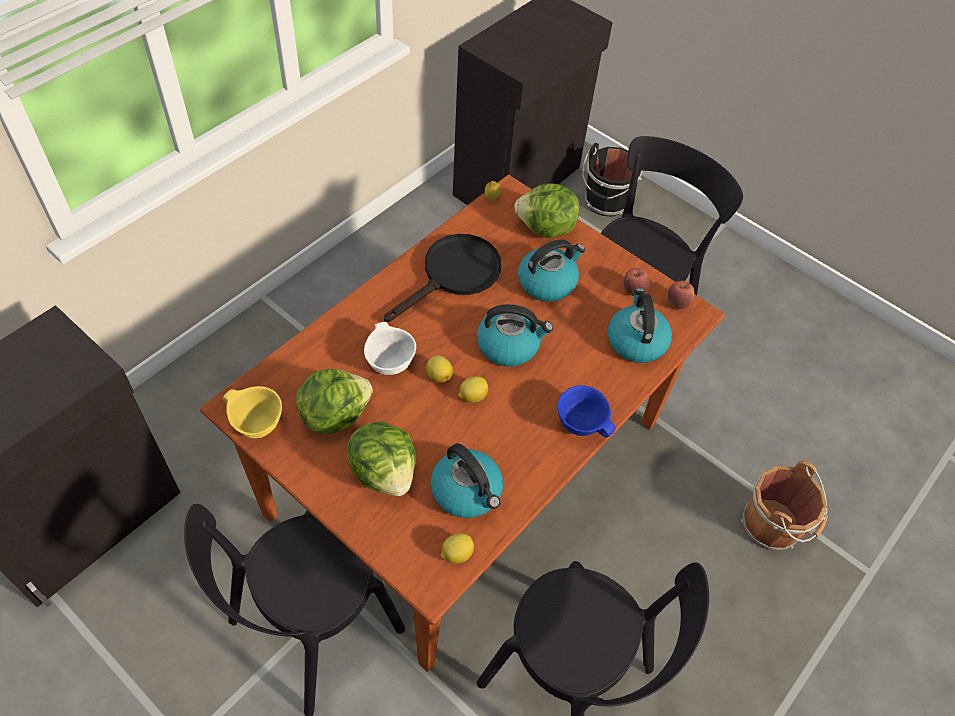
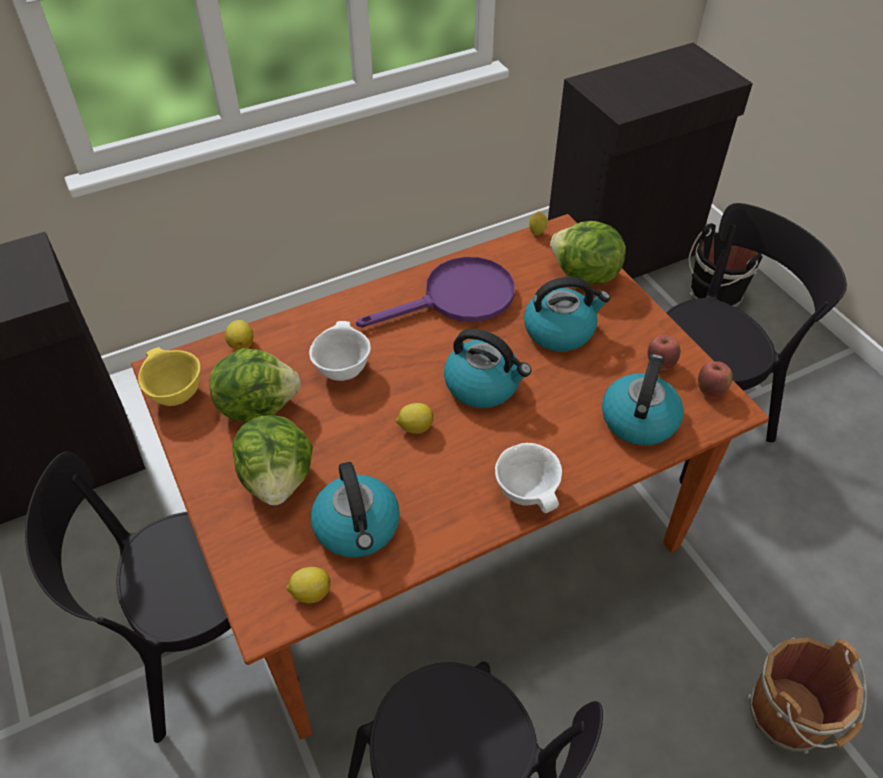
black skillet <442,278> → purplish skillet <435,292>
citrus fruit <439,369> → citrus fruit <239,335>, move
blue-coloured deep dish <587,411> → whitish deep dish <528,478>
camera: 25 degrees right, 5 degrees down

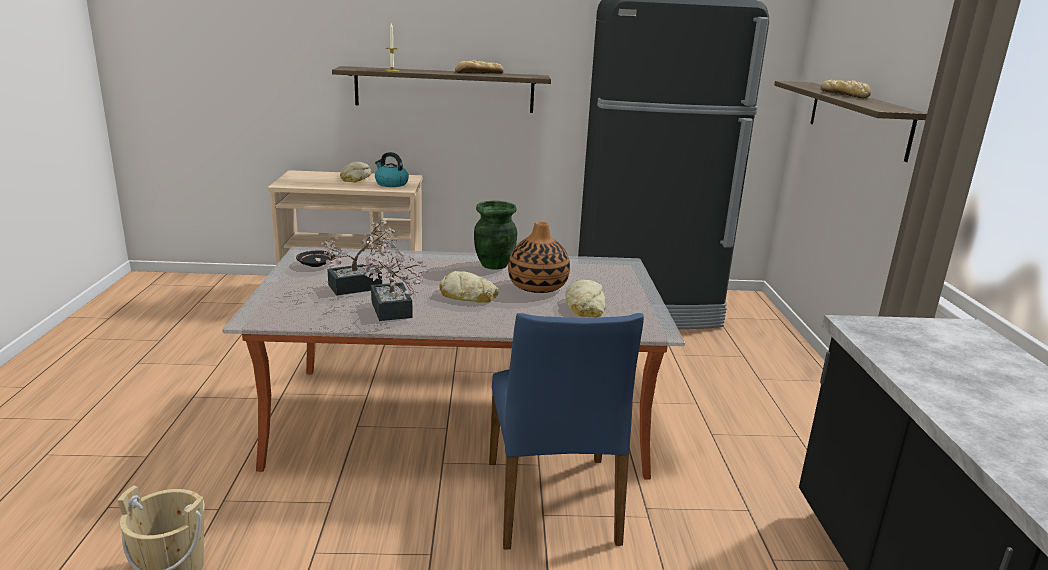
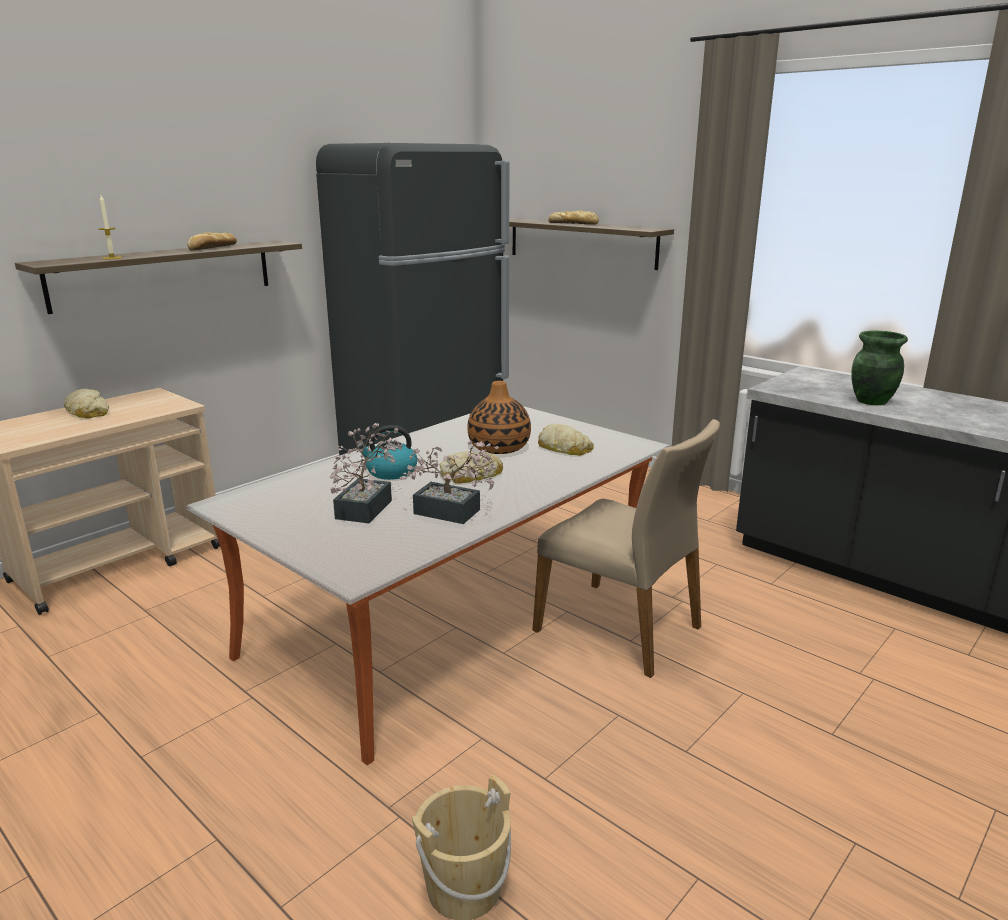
black flat dish <316,258> → -
tea kettle <392,169> → tea kettle <386,452>, move
greenish decorative vase <495,235> → greenish decorative vase <879,368>, move
blue-coloured upright chair <566,431> → beige-coloured upright chair <626,548>
camera: 45 degrees left, 0 degrees up

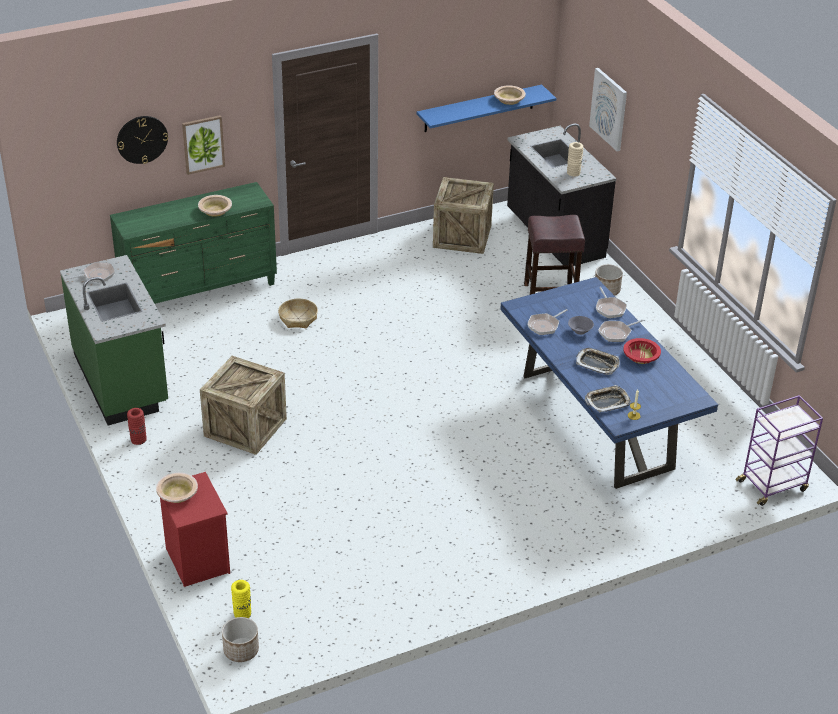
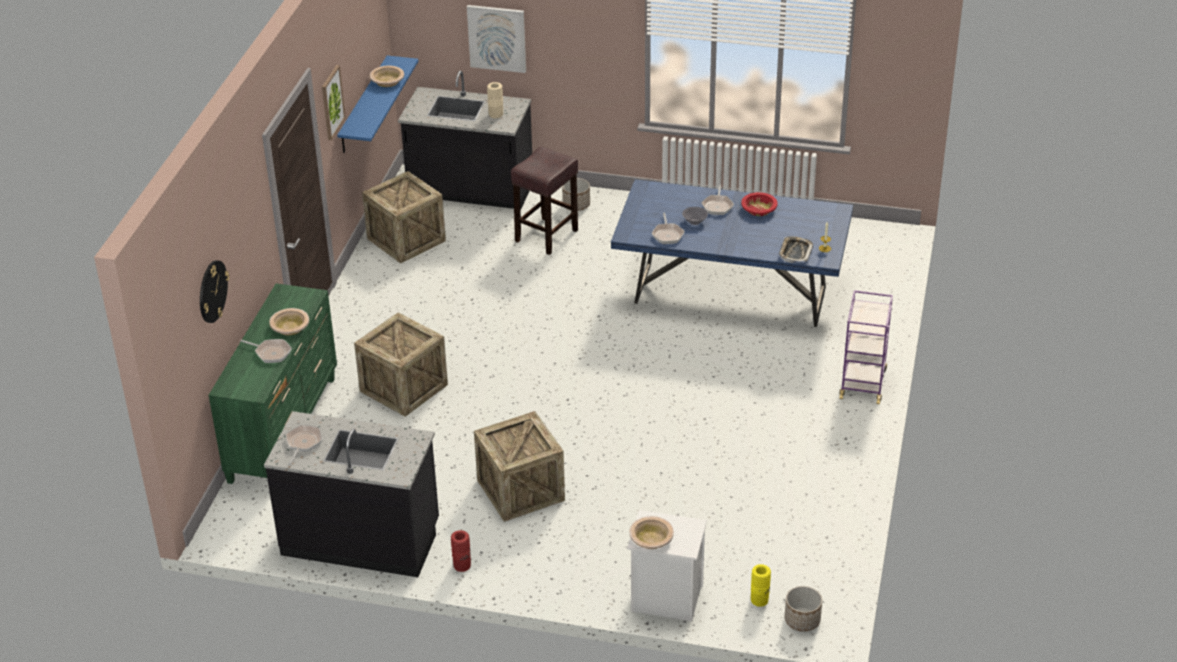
greenish kitchen counter <114,340> → black kitchen counter <351,494>
red night table <195,529> → whitish night table <667,565>
wall art <203,145> → wall art <334,102>, move
storage basket <298,313> → shipping crate <401,364>
serving tray <598,361> → -
skillet <611,302> → skillet <266,351>, move
purplish cart <779,450> → purplish cart <866,347>, move
camera: 50 degrees left, 0 degrees up

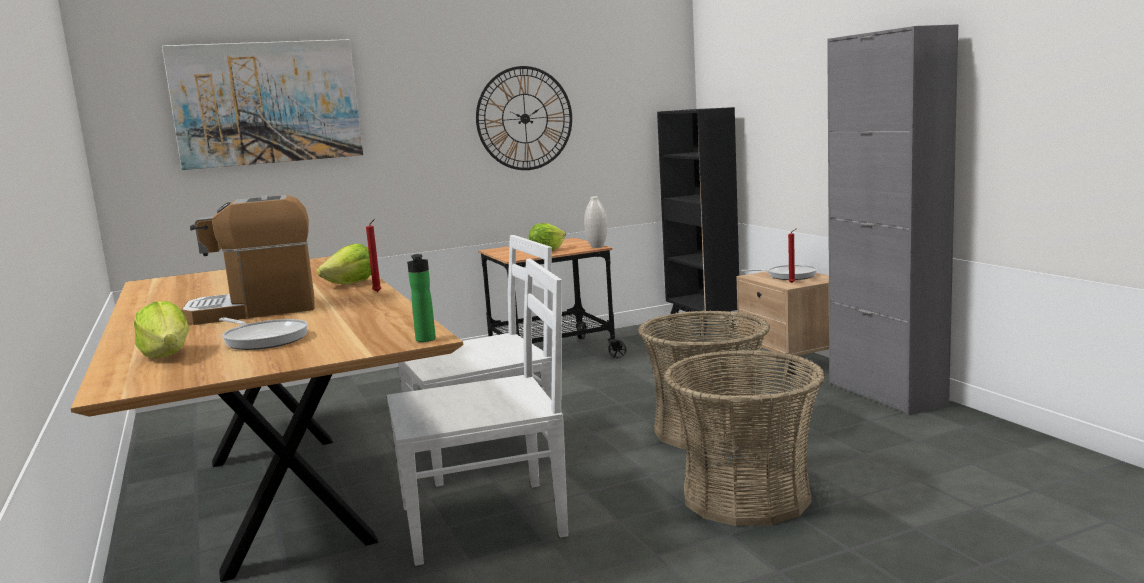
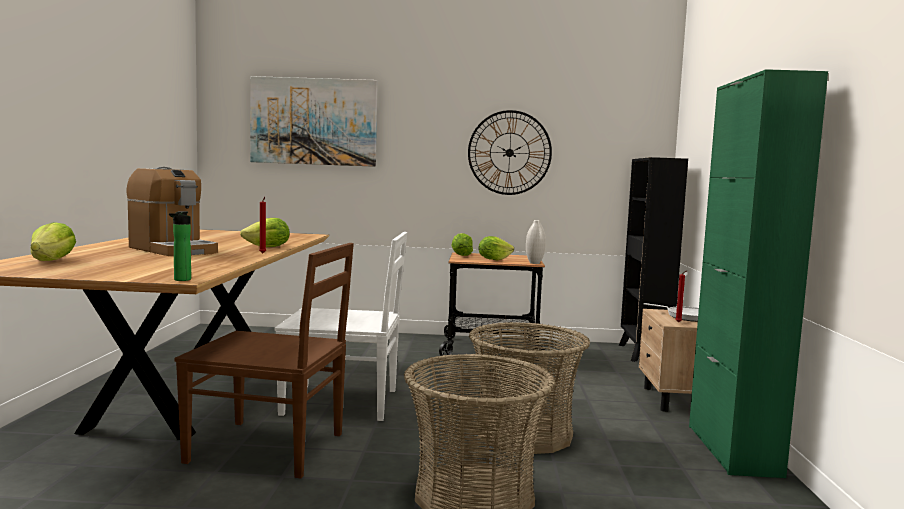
coffee brewer <248,260> → coffee brewer <172,211>, 150 degrees counterclockwise
skillet <263,333> → -
whitish upright chair <477,412> → brownish upright chair <264,360>
grey cupboard <892,219> → greenish cupboard <758,273>
- → head of lettuce <462,244>
camera: 25 degrees right, 5 degrees down

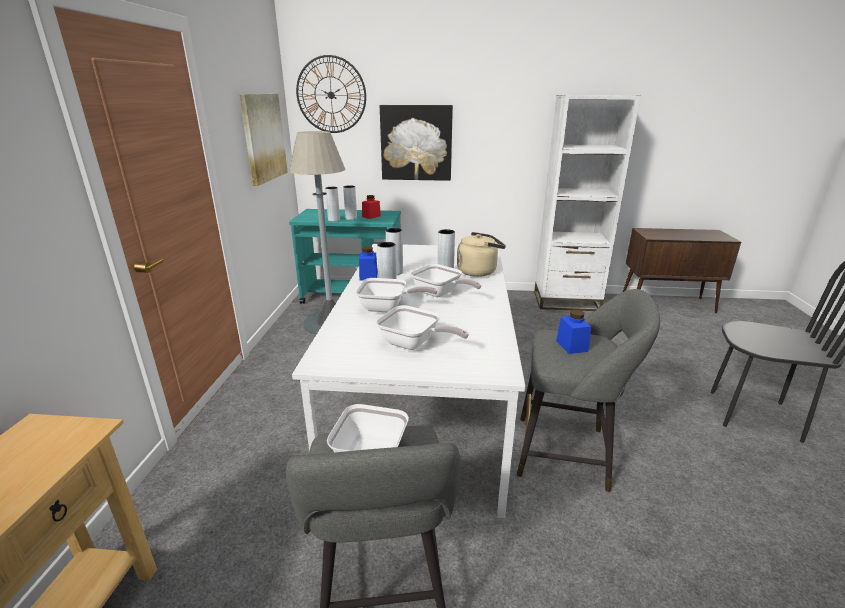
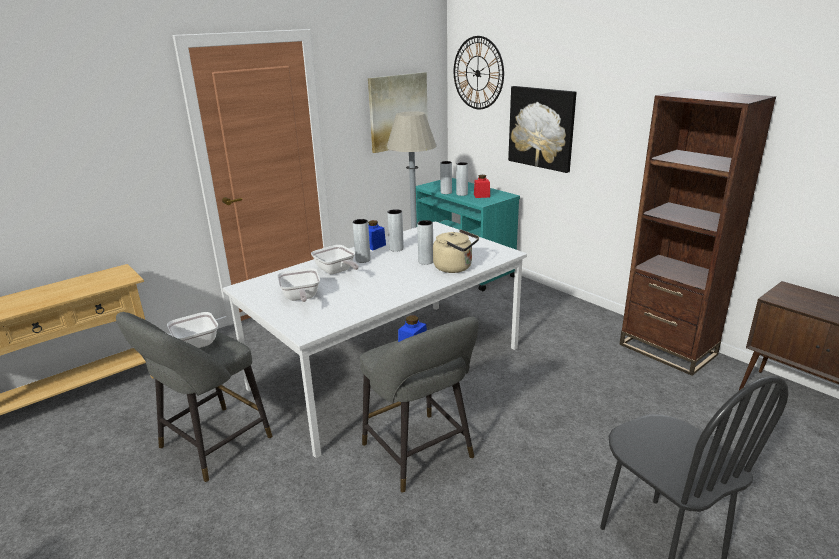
skillet <446,280> → -
whitish shelving unit <587,203> → brownish shelving unit <697,232>
camera: 45 degrees right, 0 degrees up

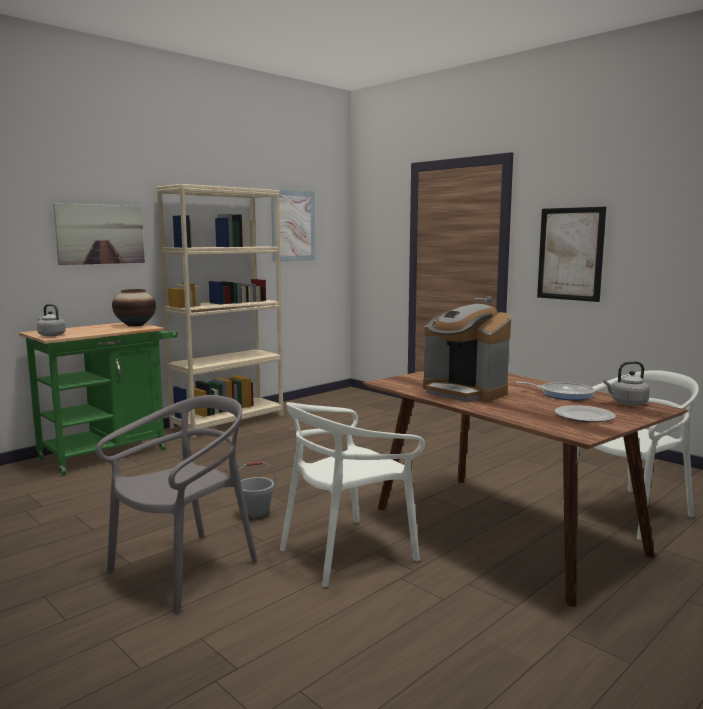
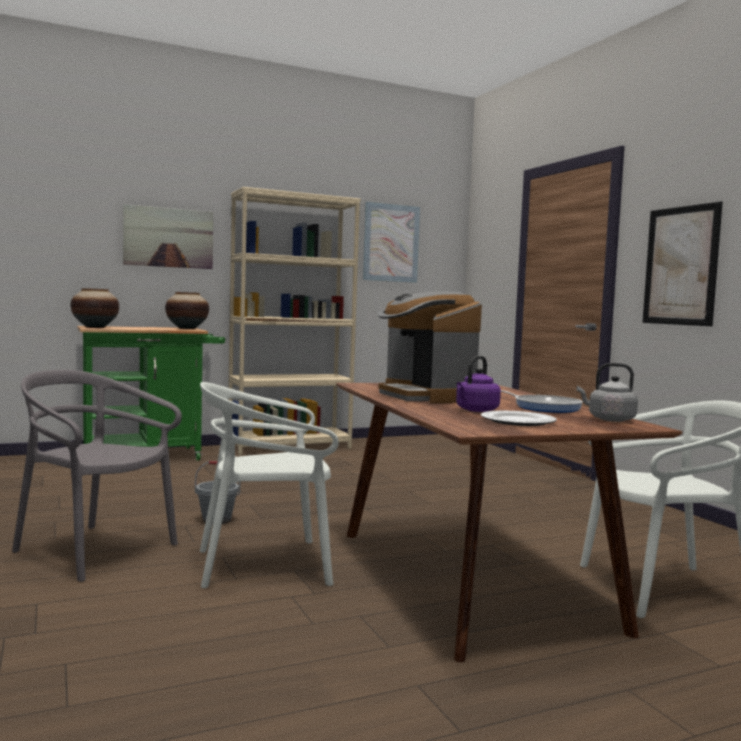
grey tea kettle <51,320> → decorative vase <95,308>
grey upright chair <177,504> → grey upright chair <97,476>, 120 degrees counterclockwise
- → purplish tea kettle <478,384>
camera: 20 degrees right, 5 degrees down

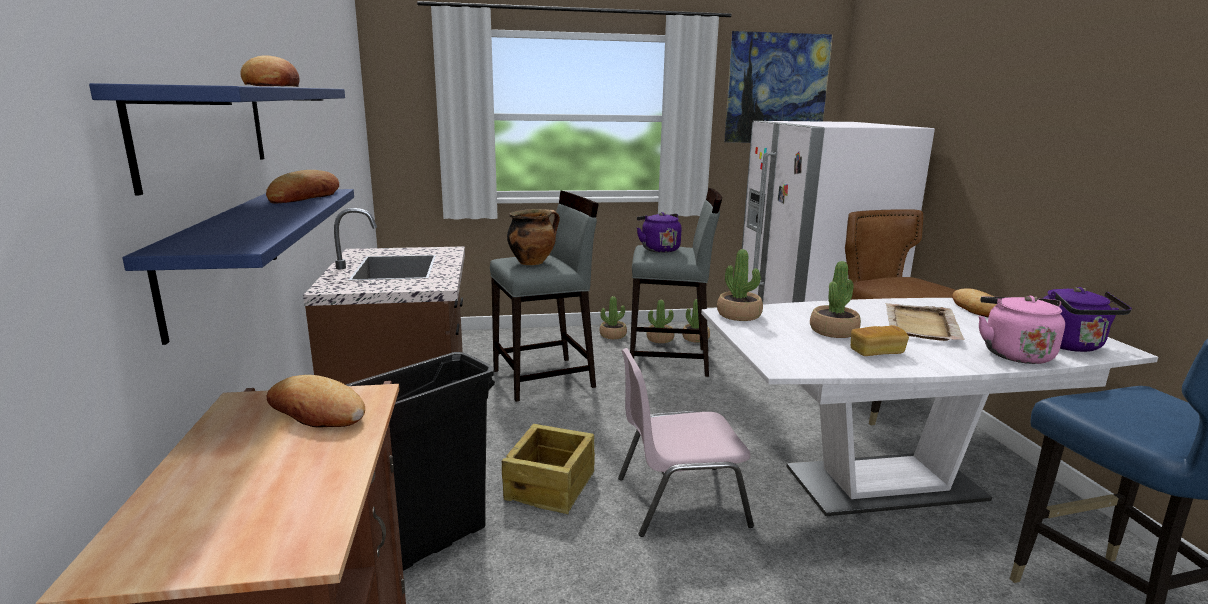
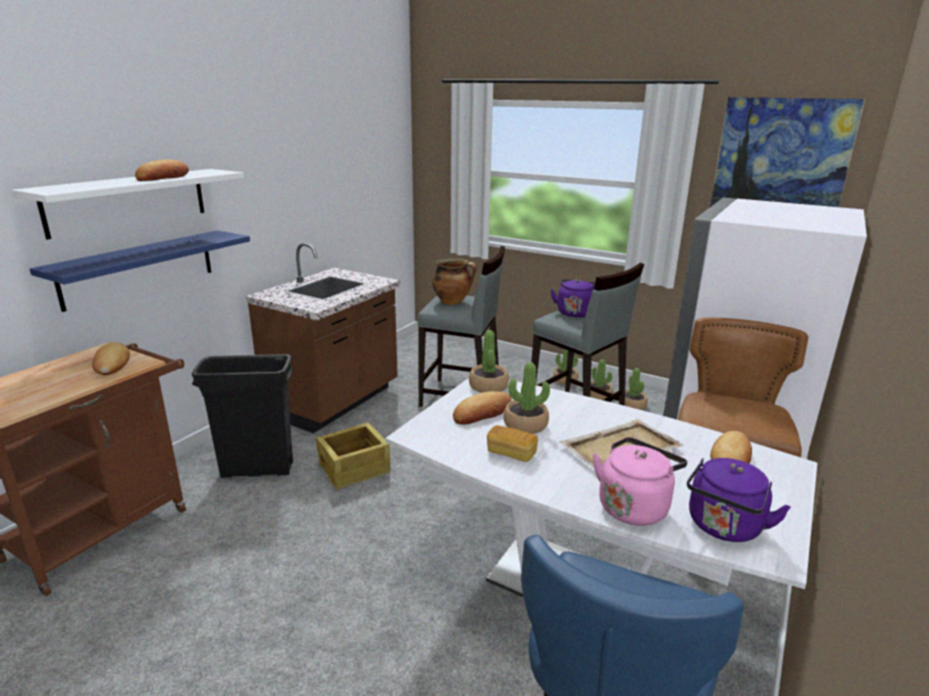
blue-coloured shelf <217,139> → whitish shelf <128,204>
bread <302,186> → bread <482,407>, move
pinkish upright chair <686,442> → -
camera: 40 degrees right, 5 degrees up

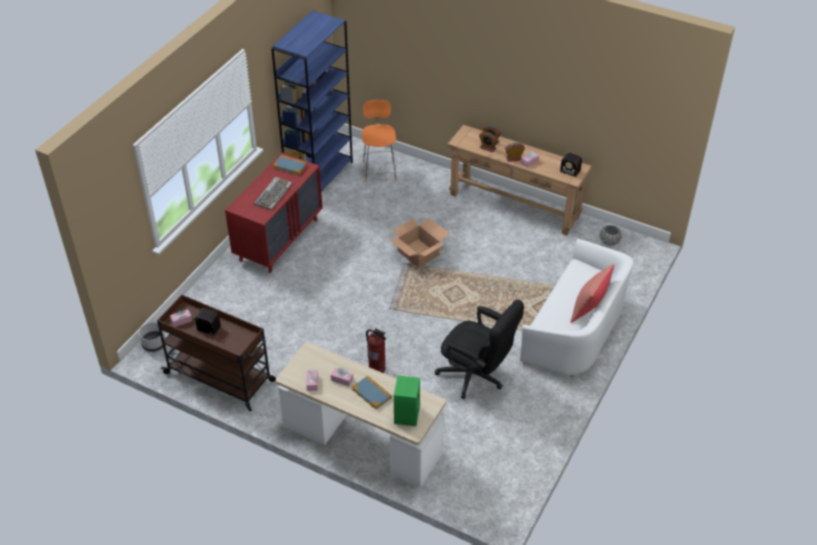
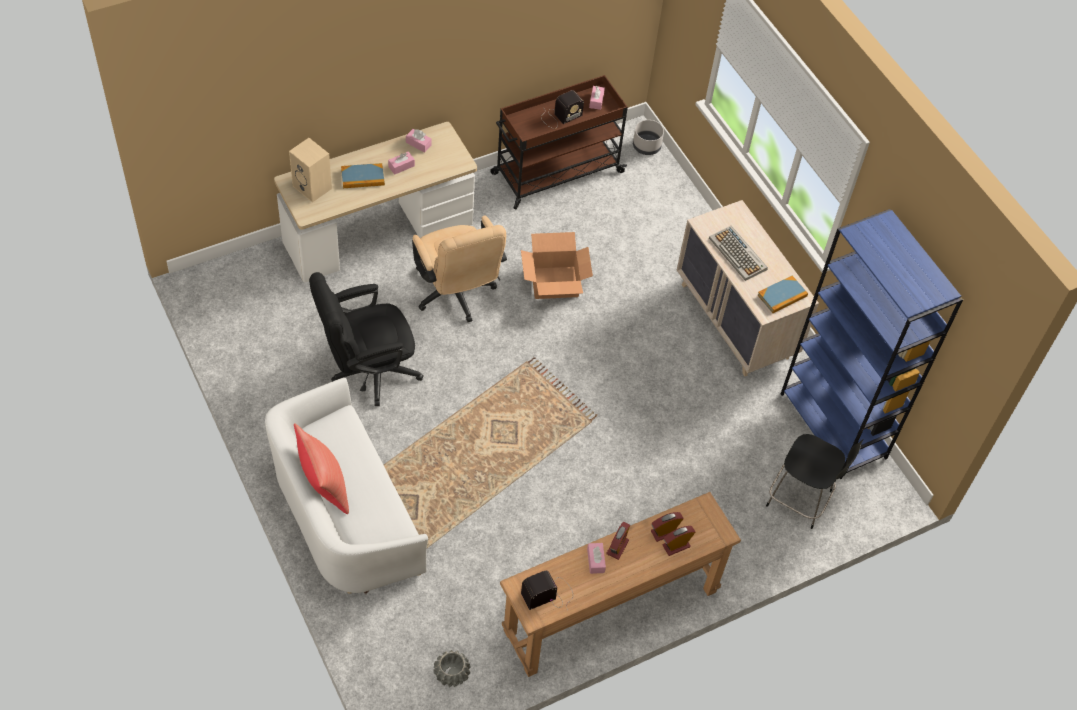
red dresser <274,213> → beige-coloured dresser <748,288>
orange-coloured upright chair <379,141> → black upright chair <815,481>
extinguisher <376,350> → beige-coloured office chair <459,268>
packing box <419,243> → packing box <557,265>, move
greenish audio speaker <407,400> → beige-coloured audio speaker <310,170>
camera: 120 degrees right, 10 degrees up

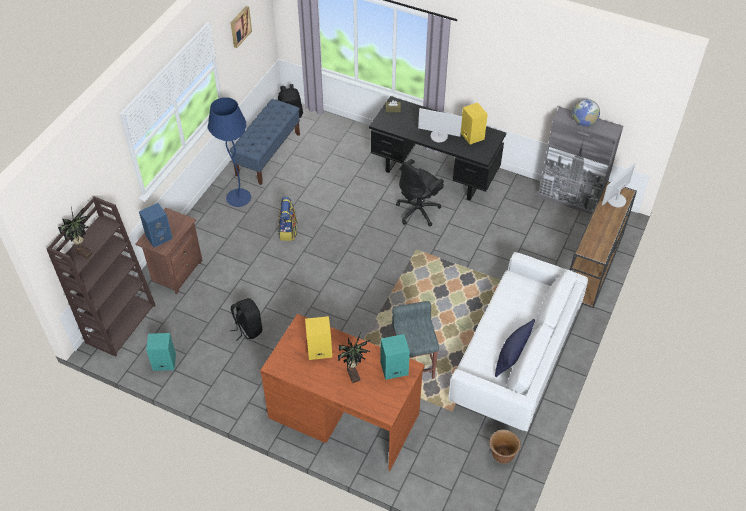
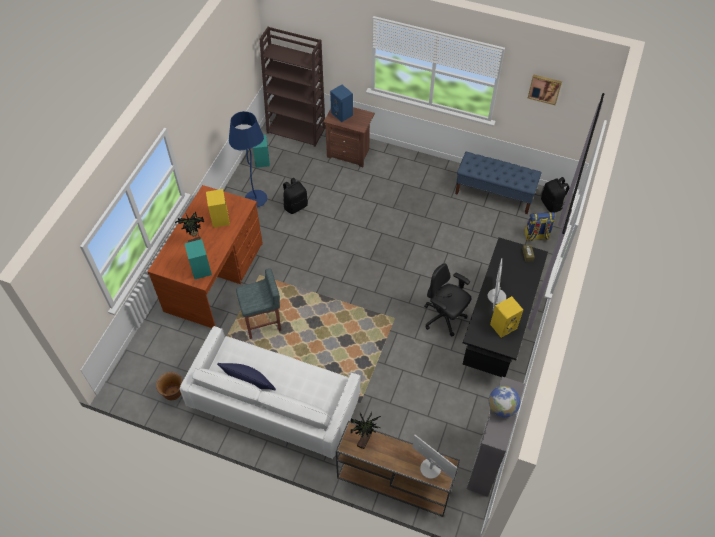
potted plant <75,233> → potted plant <365,430>, move
blue-coloured floor lamp <229,152> → blue-coloured floor lamp <248,159>, move
rucksack <288,219> → rucksack <539,227>, move
camera: 85 degrees right, 5 degrees up

